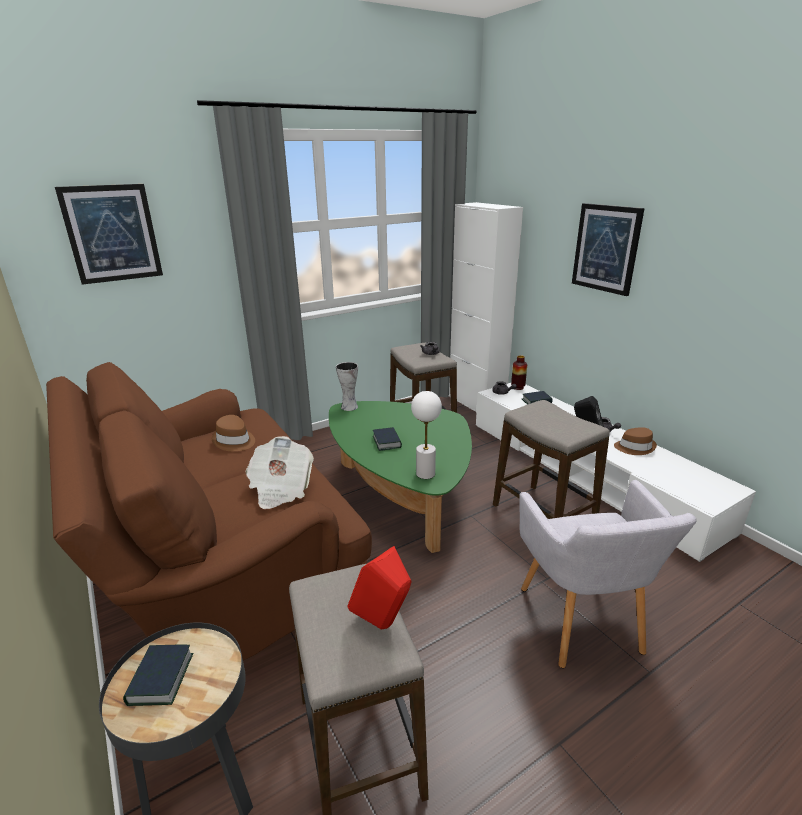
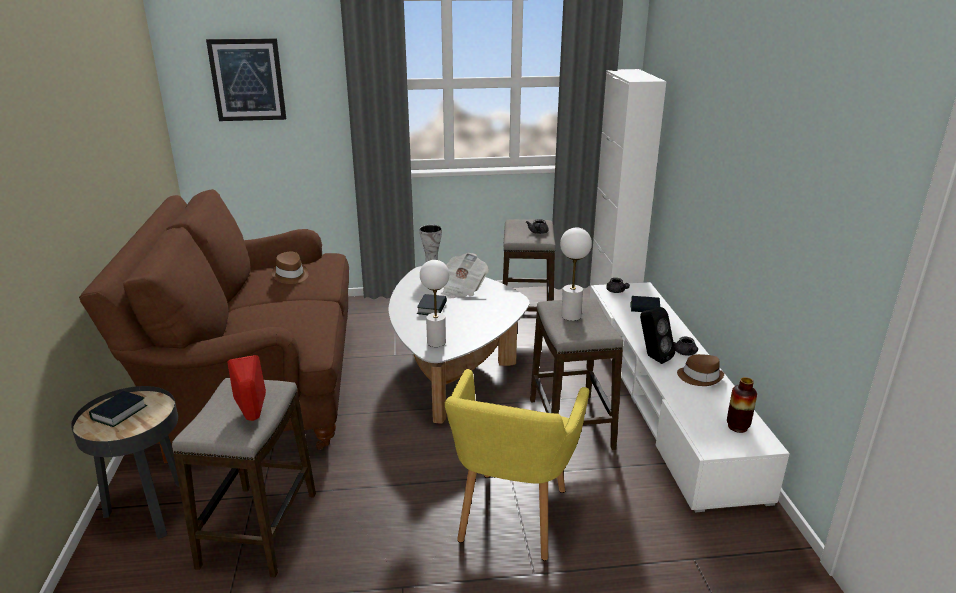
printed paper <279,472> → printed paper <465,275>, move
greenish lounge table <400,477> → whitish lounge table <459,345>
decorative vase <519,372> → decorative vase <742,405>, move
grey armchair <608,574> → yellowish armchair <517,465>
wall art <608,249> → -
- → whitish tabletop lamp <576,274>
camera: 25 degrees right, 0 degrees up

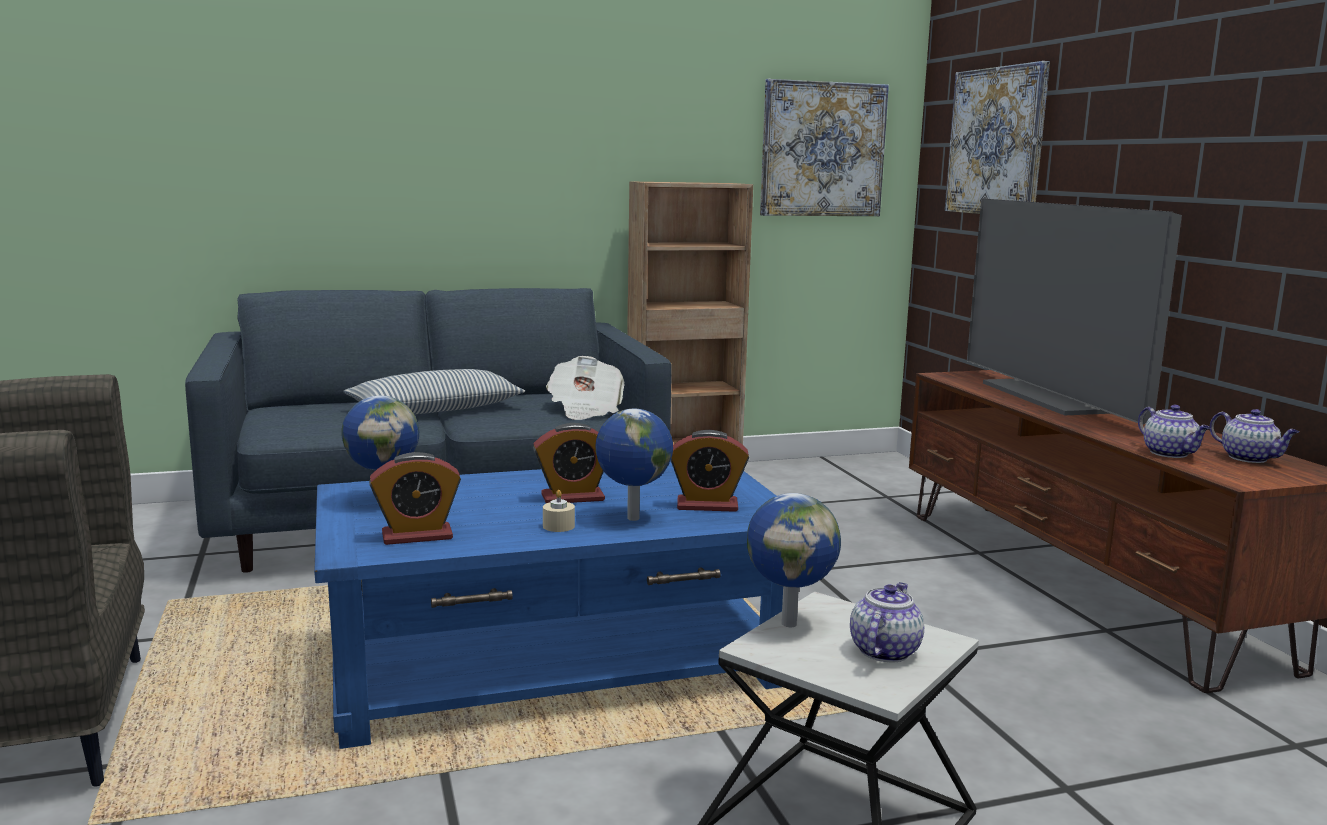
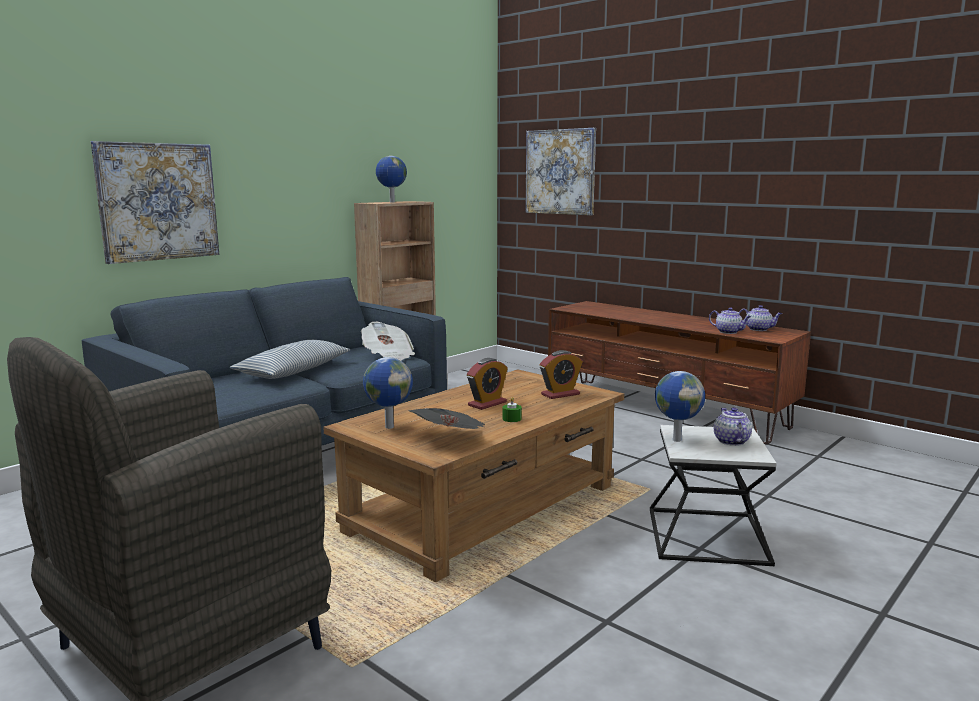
blue-coloured lounge table <548,605> → brownish lounge table <473,475>
bedside clock <415,498> → printed paper <447,418>
beige-coloured wax light <559,511> → greenish wax light <512,409>
globe <634,465> → globe <391,179>, move
wall art <824,147> → wall art <155,202>, move
TV set <1074,311> → -
camera: 30 degrees left, 0 degrees up

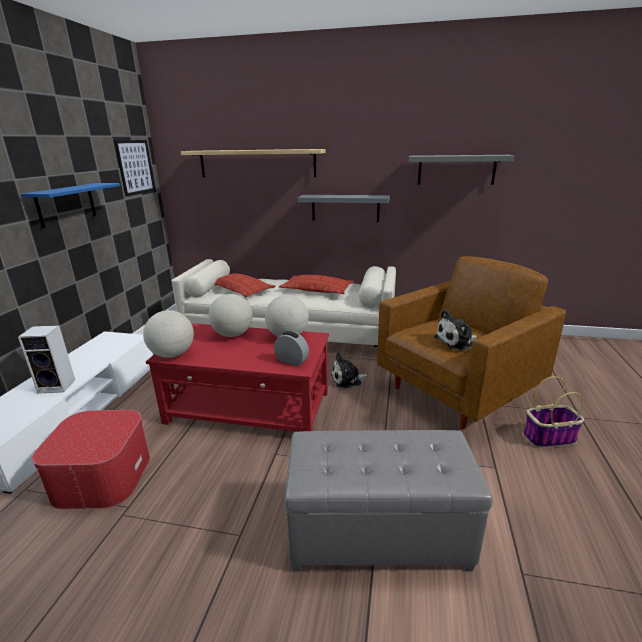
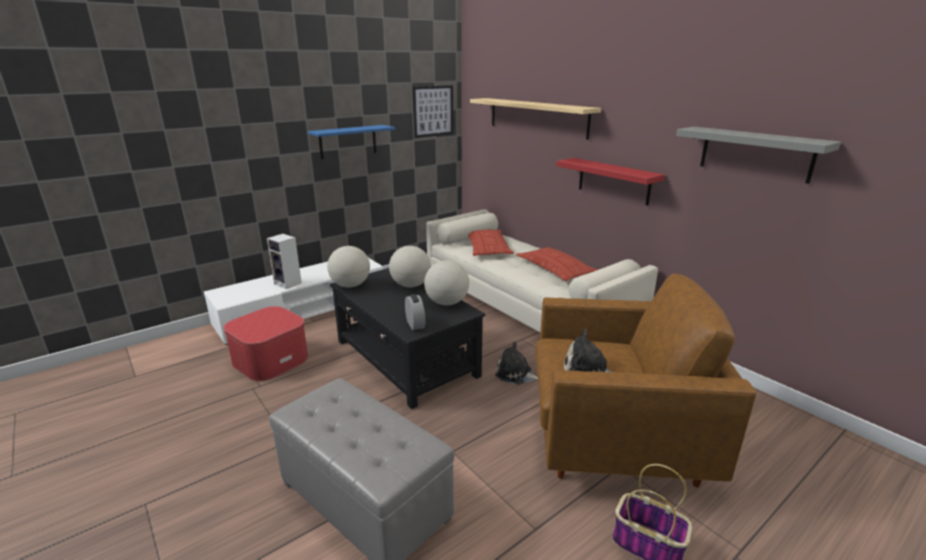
red lounge table <237,377> → black lounge table <407,338>
grey shelf <344,208> → red shelf <610,182>
camera: 40 degrees right, 0 degrees up

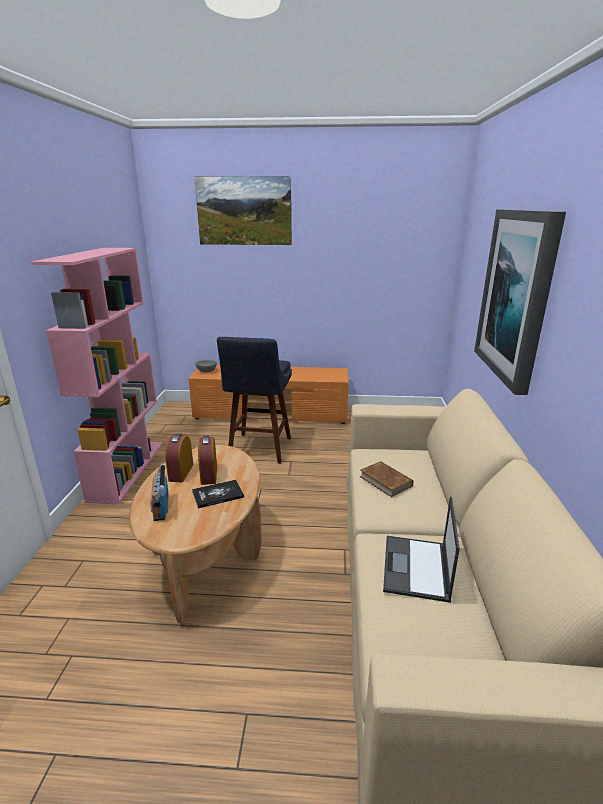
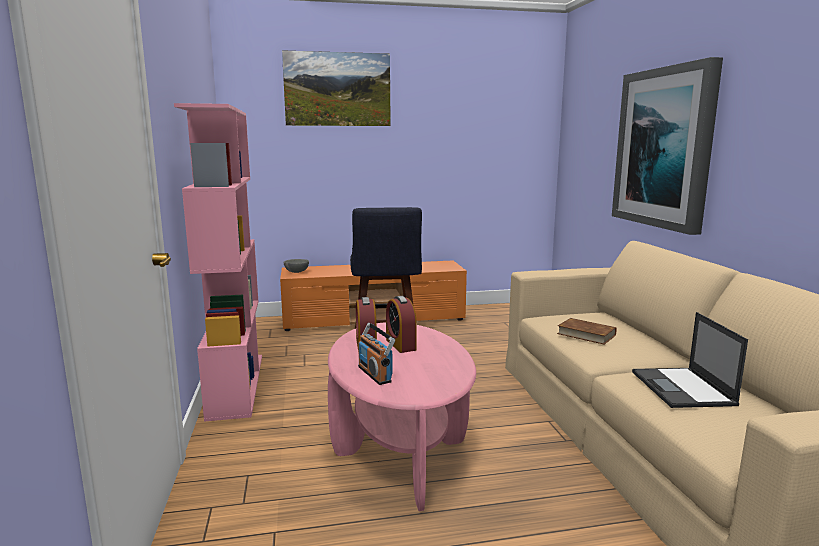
brownish lounge table <195,534> → pinkish lounge table <402,416>
bound book <218,494> → -
camera: 15 degrees left, 10 degrees down

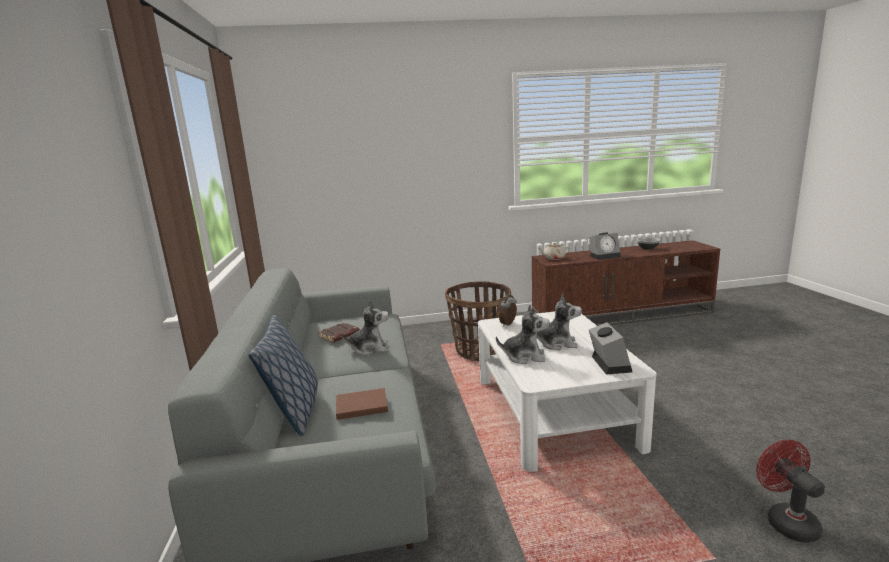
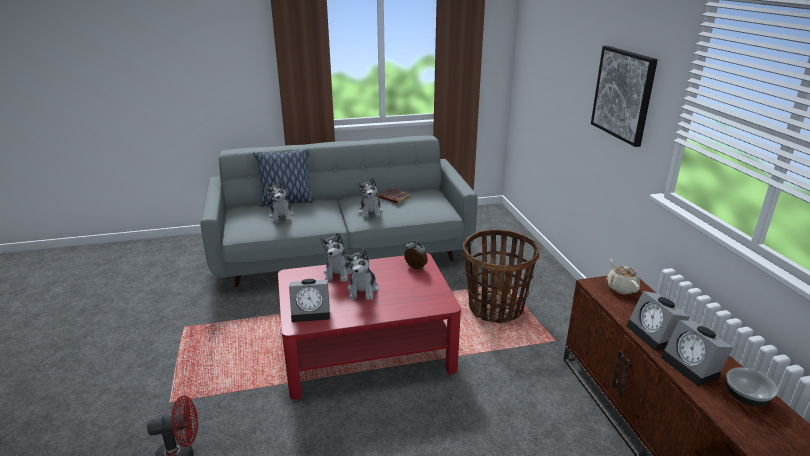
brownish bound book <362,404> → cuddly toy <279,201>
whitish lounge table <567,391> → red lounge table <369,326>
- → wall art <624,96>
- → bedside clock <697,353>
camera: 85 degrees right, 10 degrees up

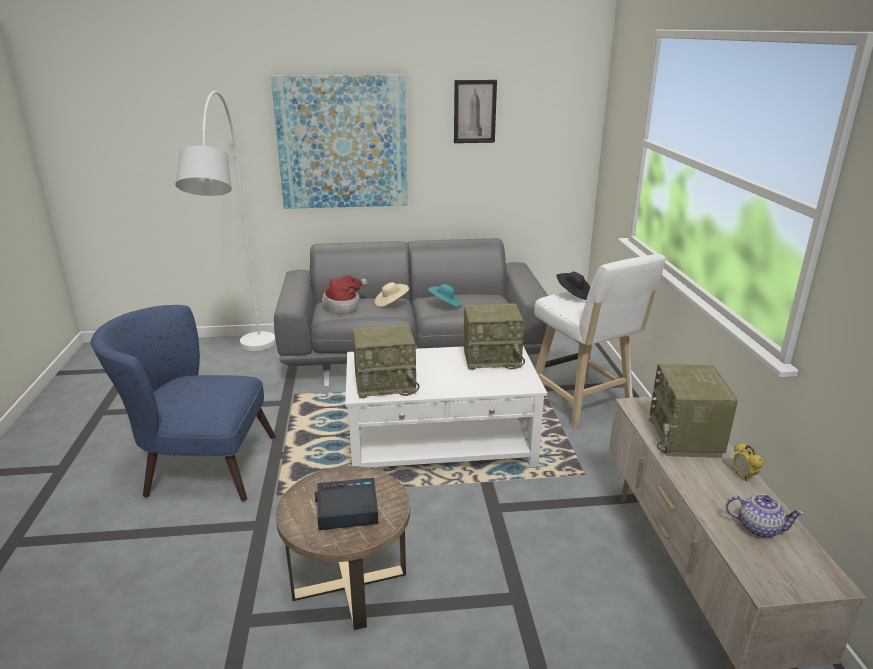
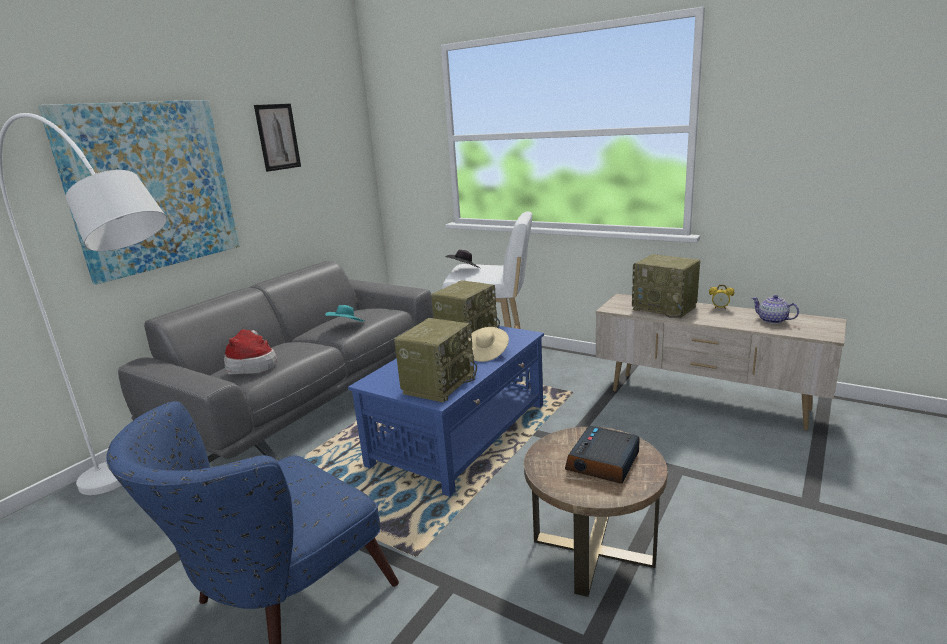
whitish lounge table <446,407> → blue-coloured lounge table <446,411>
beige-coloured wearable hat <392,294> → beige-coloured wearable hat <488,344>, move
teapot <765,516> → teapot <775,309>, 105 degrees counterclockwise
camera: 50 degrees left, 5 degrees down

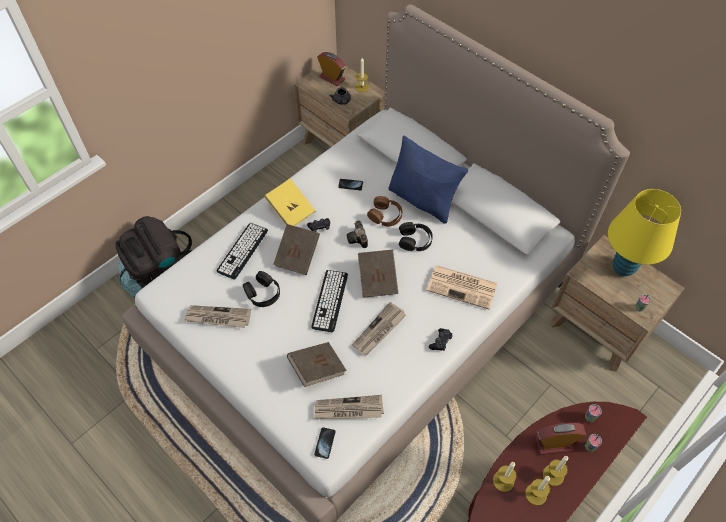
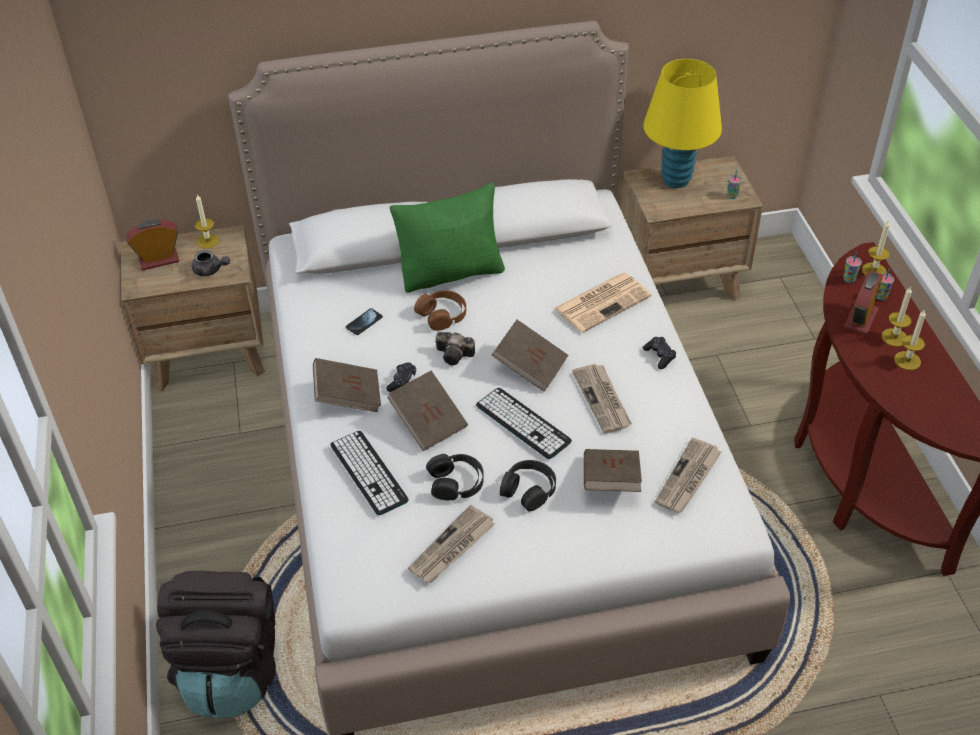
yellowish bound book <290,202> → brownish bound book <347,385>
phone <325,443> → -
blue-coloured cushion <428,180> → greenish cushion <447,237>
black headphones <416,236> → black headphones <528,486>, move
wax light <505,477> → wax light <876,248>, move
camera: 55 degrees left, 10 degrees down

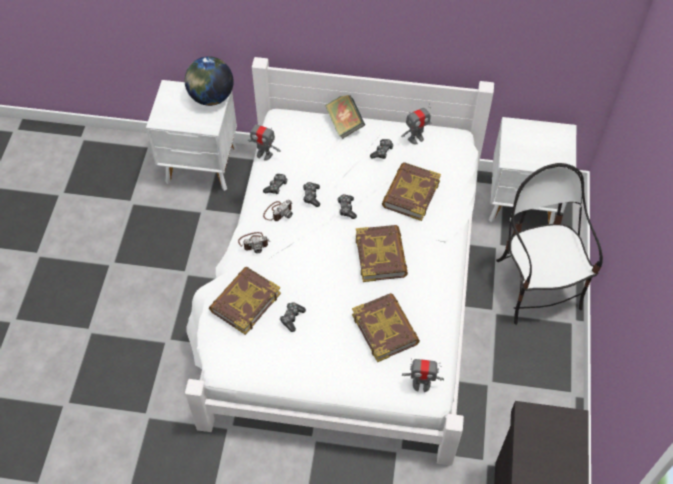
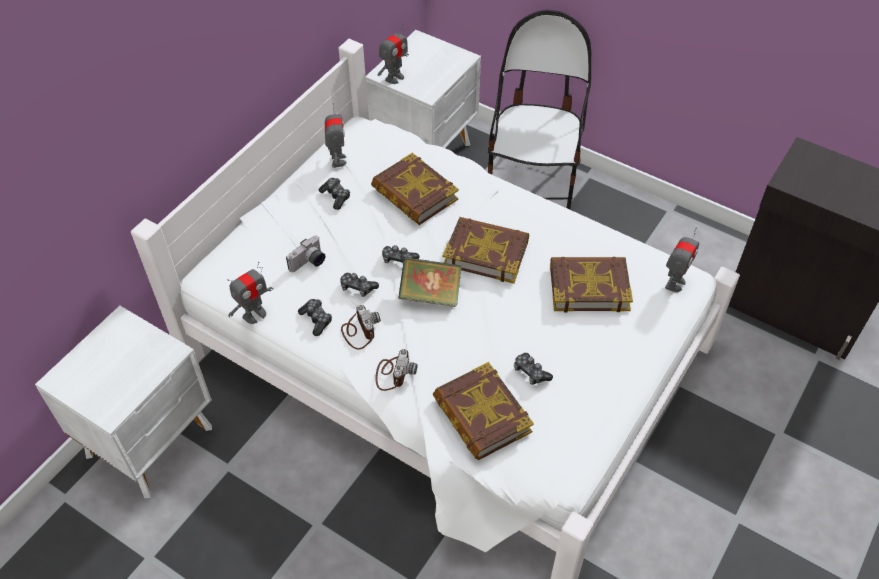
globe <209,81> → -
bound book <345,117> → bound book <430,282>, move
upright chair <549,244> → upright chair <539,109>, 90 degrees clockwise
- → still camera <305,254>
- → robot figure <393,54>
camera: 65 degrees left, 5 degrees down

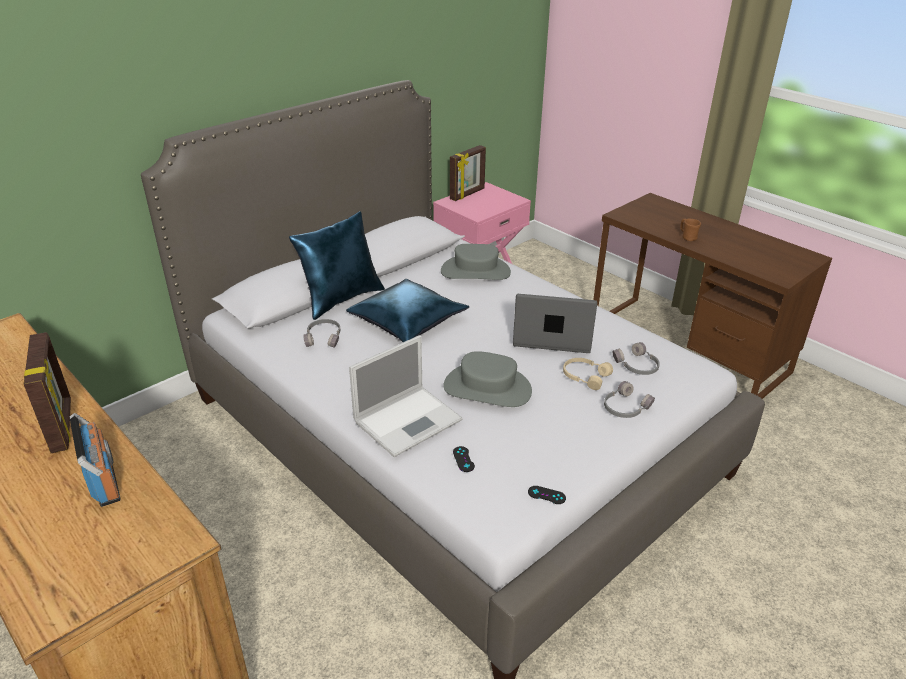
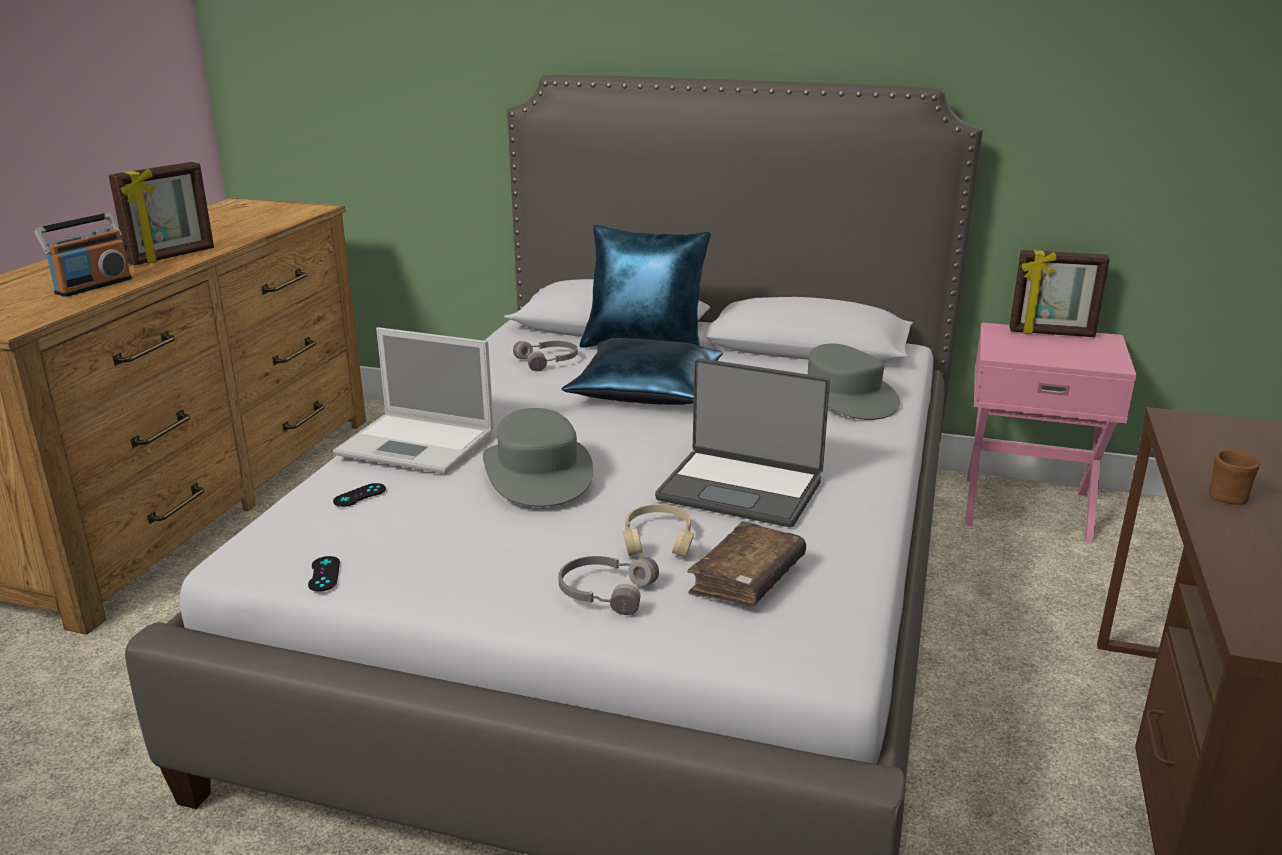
portable computer <555,323> → portable computer <742,442>, 135 degrees clockwise
grey headphones <636,358> → brownish bound book <746,563>
camera: 60 degrees right, 10 degrees down

